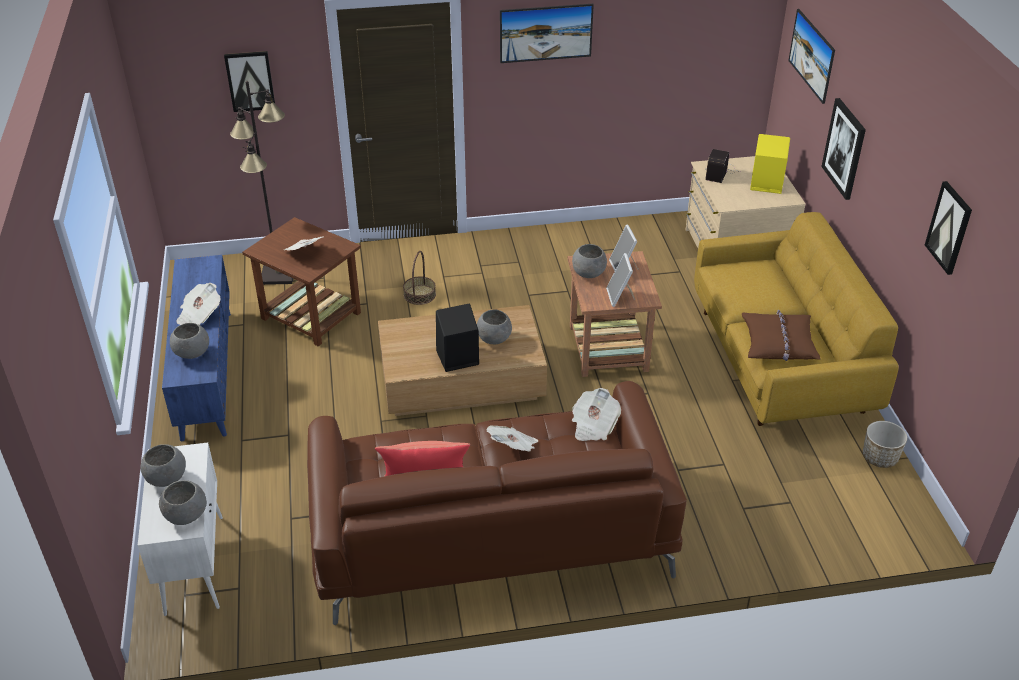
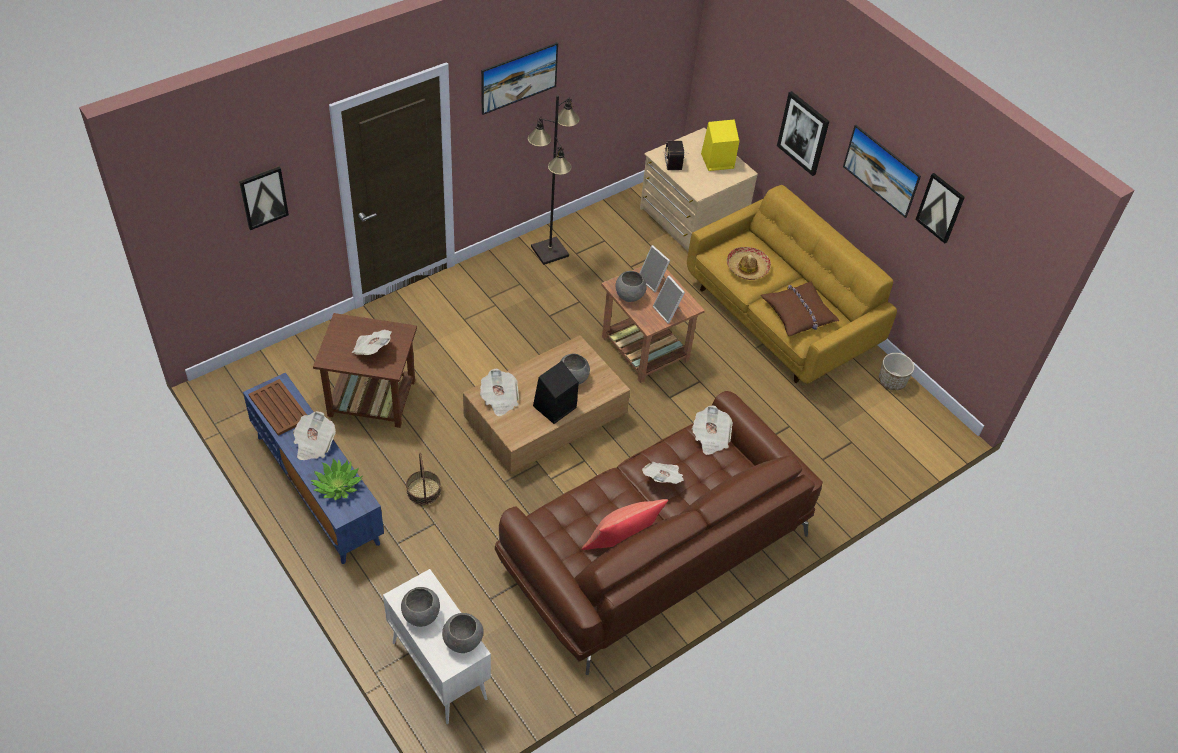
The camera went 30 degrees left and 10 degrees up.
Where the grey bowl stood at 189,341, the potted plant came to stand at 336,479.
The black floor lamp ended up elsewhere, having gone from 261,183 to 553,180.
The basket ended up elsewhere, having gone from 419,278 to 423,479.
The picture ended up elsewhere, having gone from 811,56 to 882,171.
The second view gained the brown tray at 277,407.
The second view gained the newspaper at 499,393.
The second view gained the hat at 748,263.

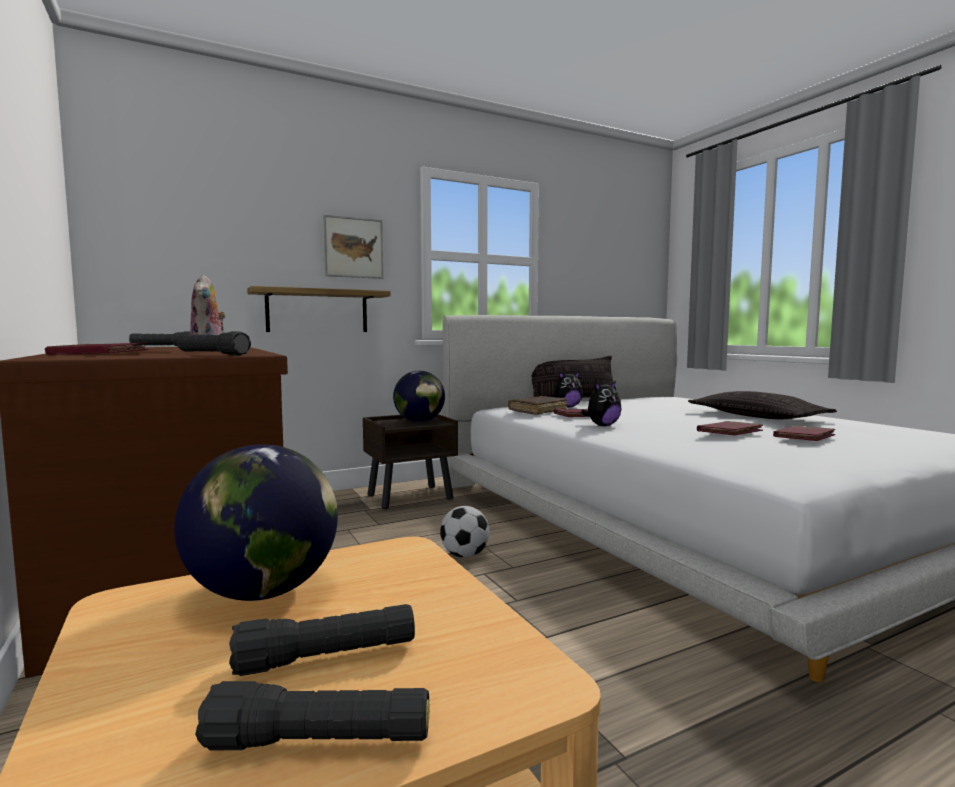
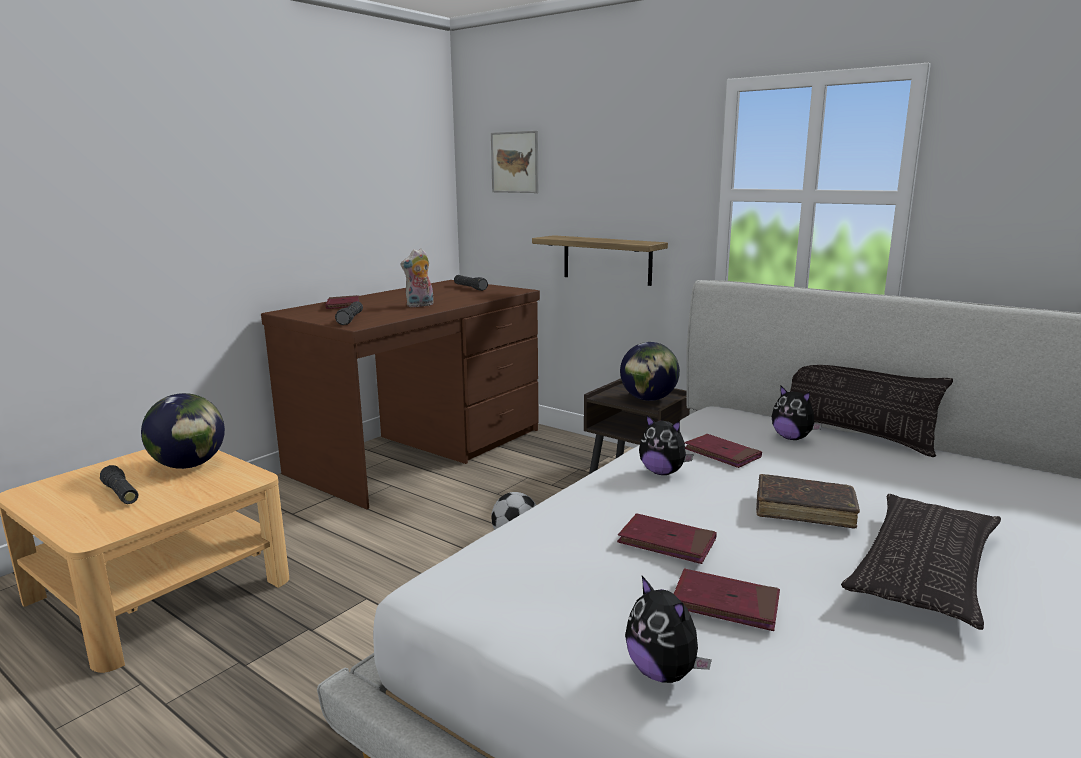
The camera went 65 degrees right and 10 degrees up.
The second view lost the black flashlight at 312,715.
The picture ended up elsewhere, having gone from 353,247 to 514,162.
The brown book ended up elsewhere, having gone from 537,405 to 808,501.
The second view gained the plush toy at 668,629.

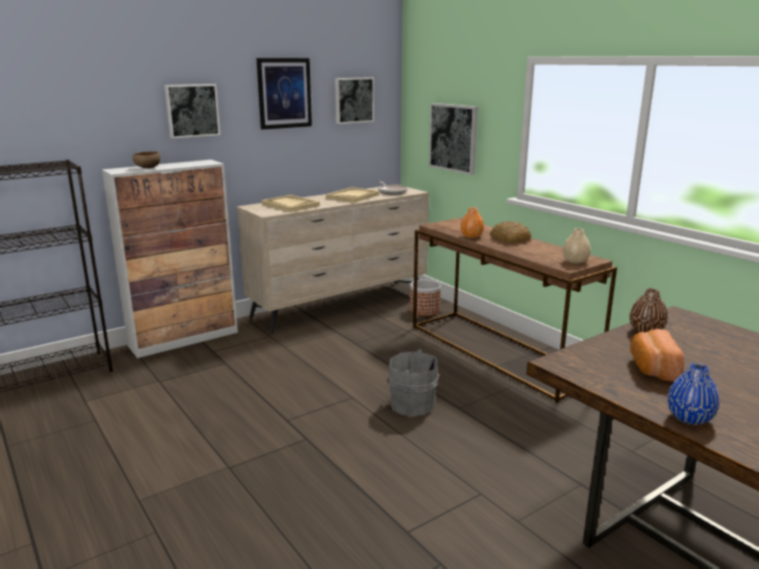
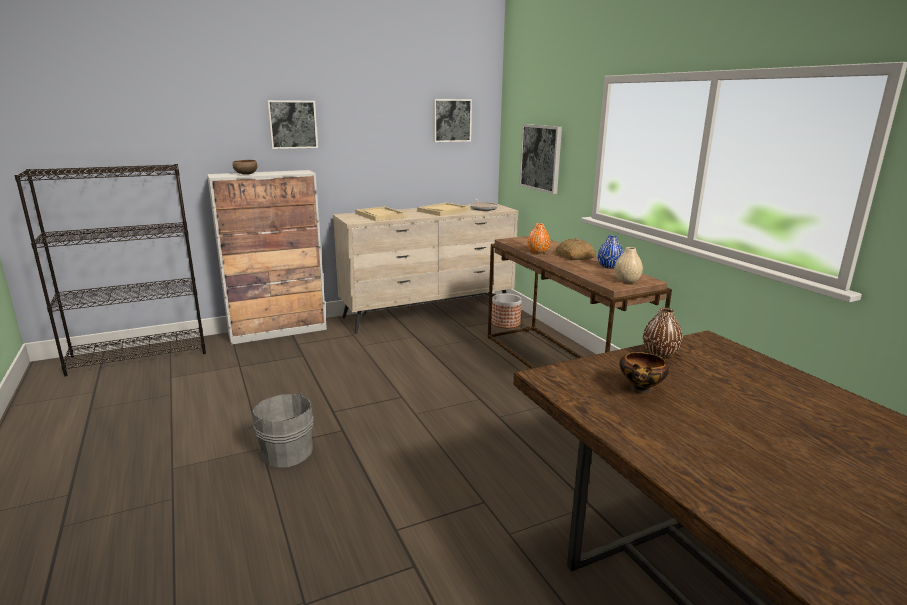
The camera went 10 degrees right and 0 degrees up.
The second view lost the picture at 284,94.
The grey bucket ended up elsewhere, having gone from 412,382 to 281,430.
Where the bread stood at 657,355, the bowl came to stand at 644,373.
The blue vase ended up elsewhere, having gone from 693,394 to 610,252.

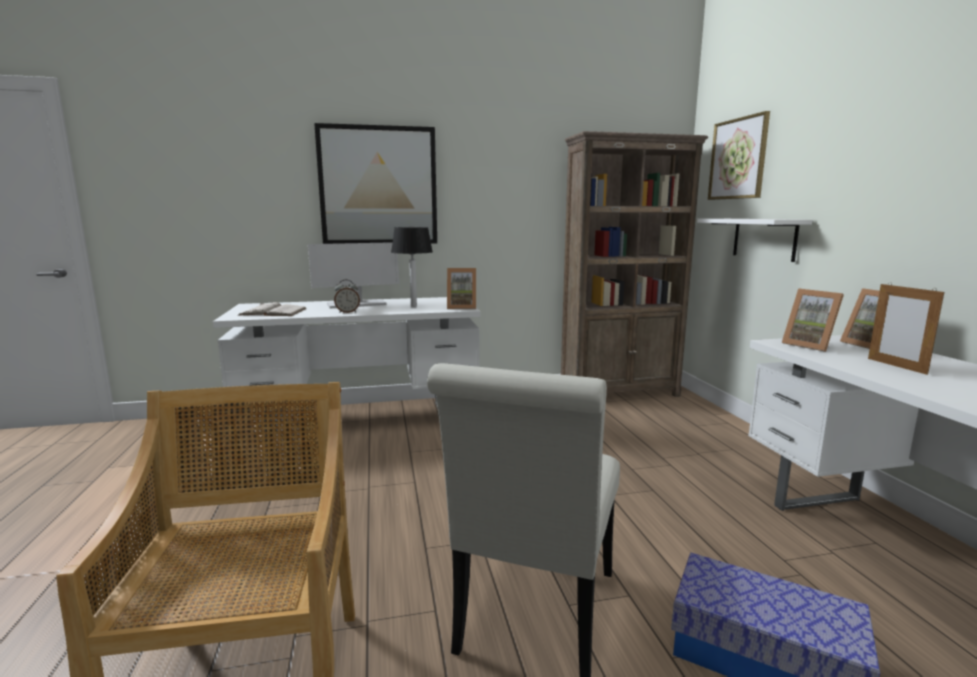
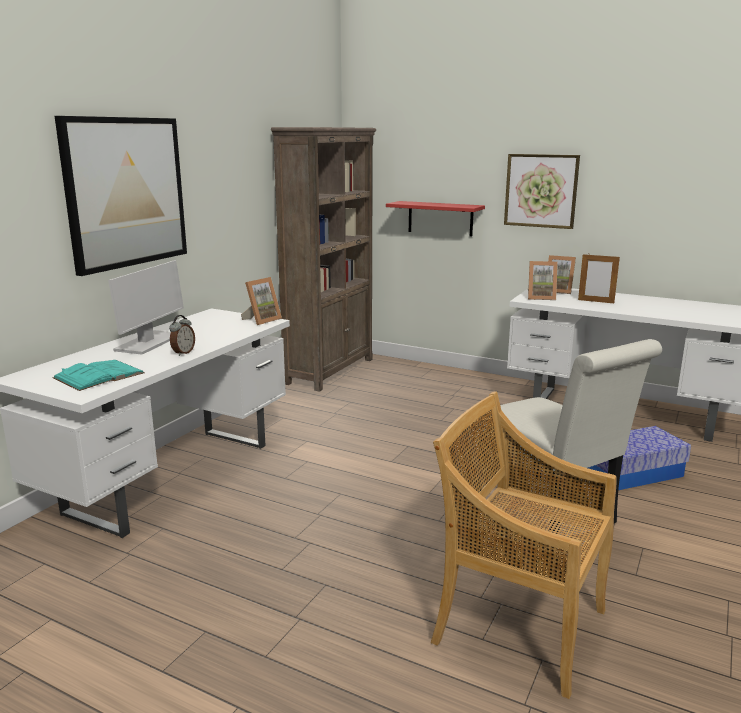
The camera went 50 degrees left and 5 degrees up.
What was the white book at 272,309 turned into the turquoise book at 98,375.
The second view lost the table lamp at 412,267.
What was the white shelf at 755,240 turned into the red shelf at 435,219.
The picture ended up elsewhere, having gone from 739,155 to 542,191.

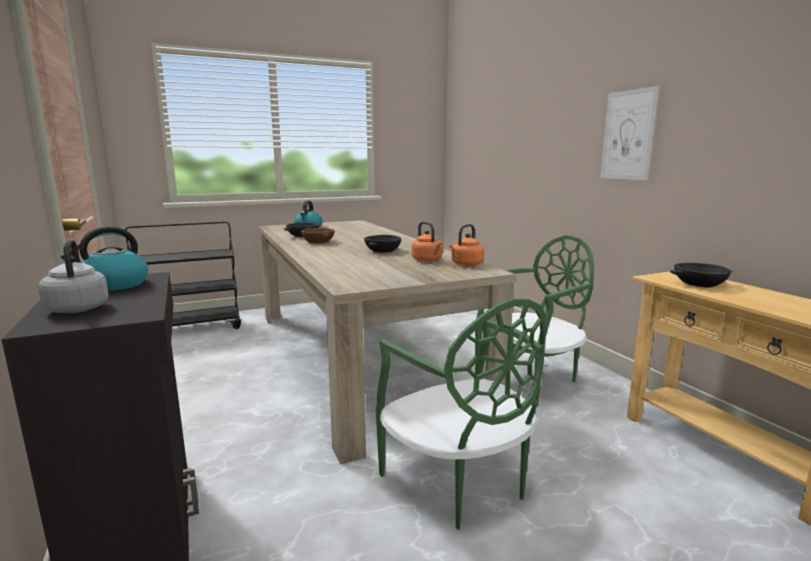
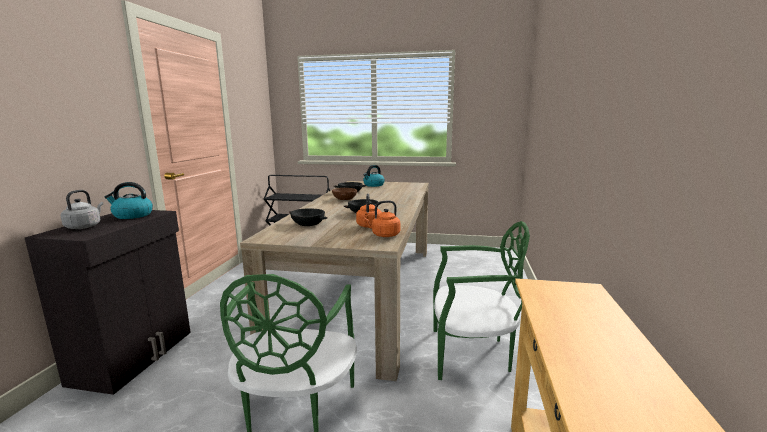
The camera went 35 degrees right and 0 degrees up.
The second view lost the picture at 629,133.
The black bowl ended up elsewhere, having gone from 701,275 to 308,217.

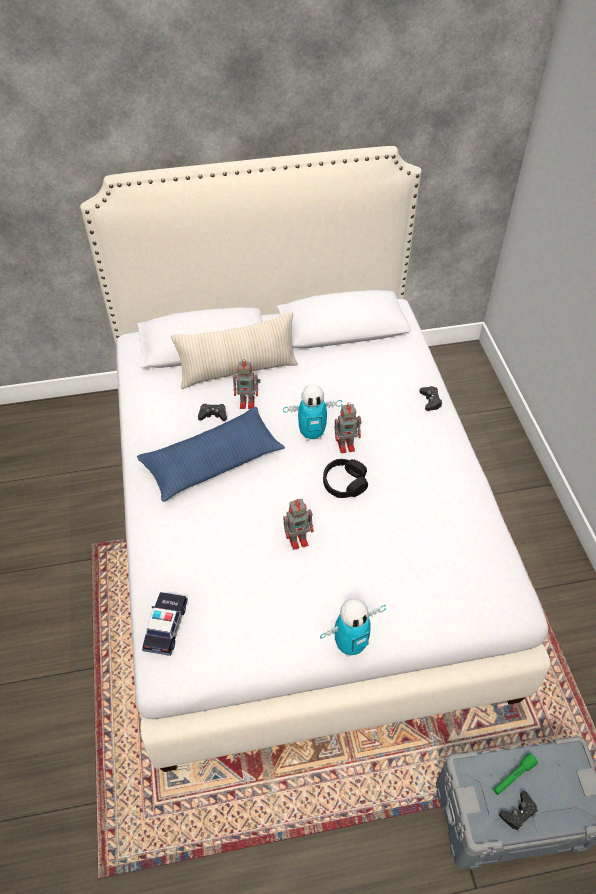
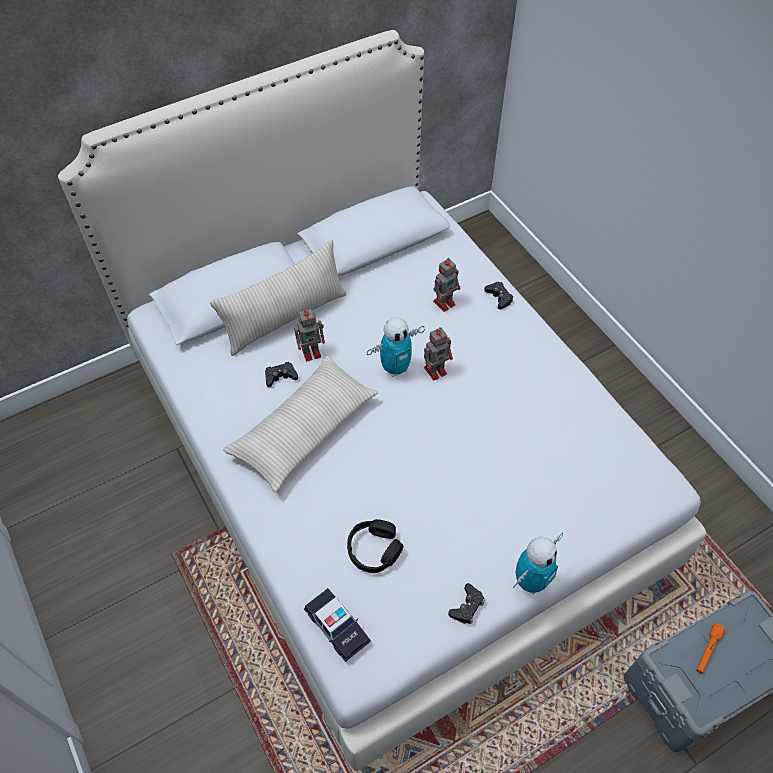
The camera went 20 degrees left and 5 degrees up.
What was the blue pillow at 211,454 turned into the beige pillow at 300,423.
The toy car at 165,624 ended up facing another way, 150 degrees clockwise from before.
The toy robot ended up elsewhere, having gone from 298,524 to 447,285.
The black headphones ended up elsewhere, having gone from 345,478 to 375,546.
What was the green flashlight at 515,774 turned into the orange flashlight at 710,648.
The black game controller ended up elsewhere, having gone from 518,811 to 466,603.

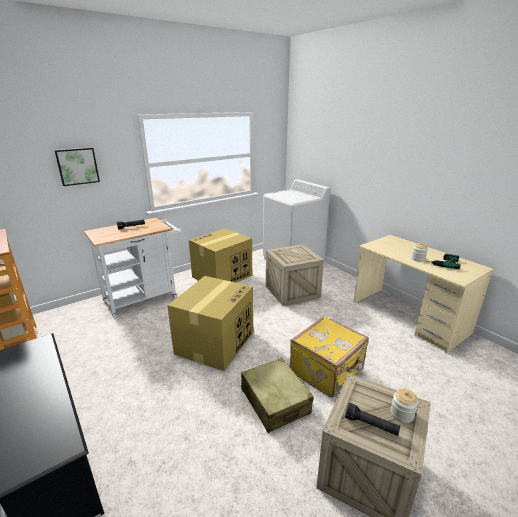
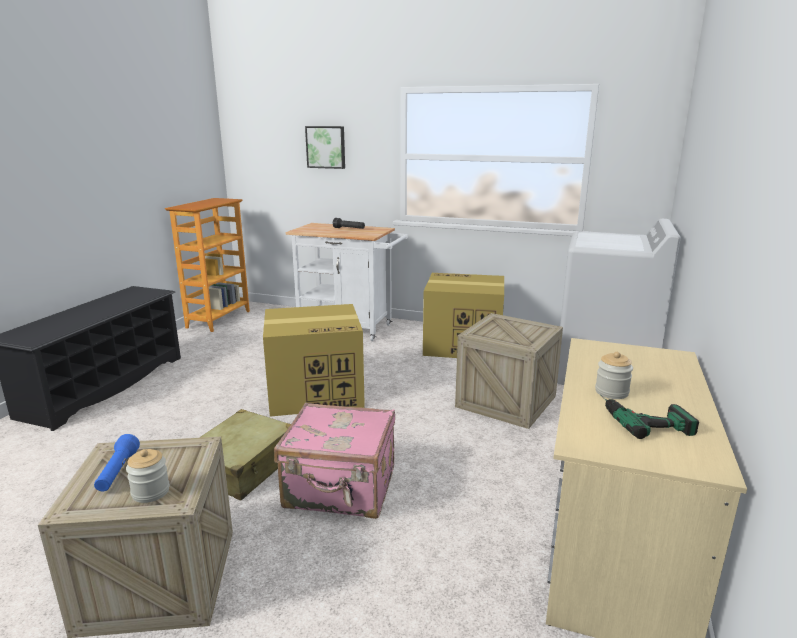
The camera went 55 degrees right and 5 degrees down.
What was the yellow suitcase at 329,356 turned into the pink suitcase at 334,461.
What was the black flashlight at 372,419 turned into the blue flashlight at 117,463.

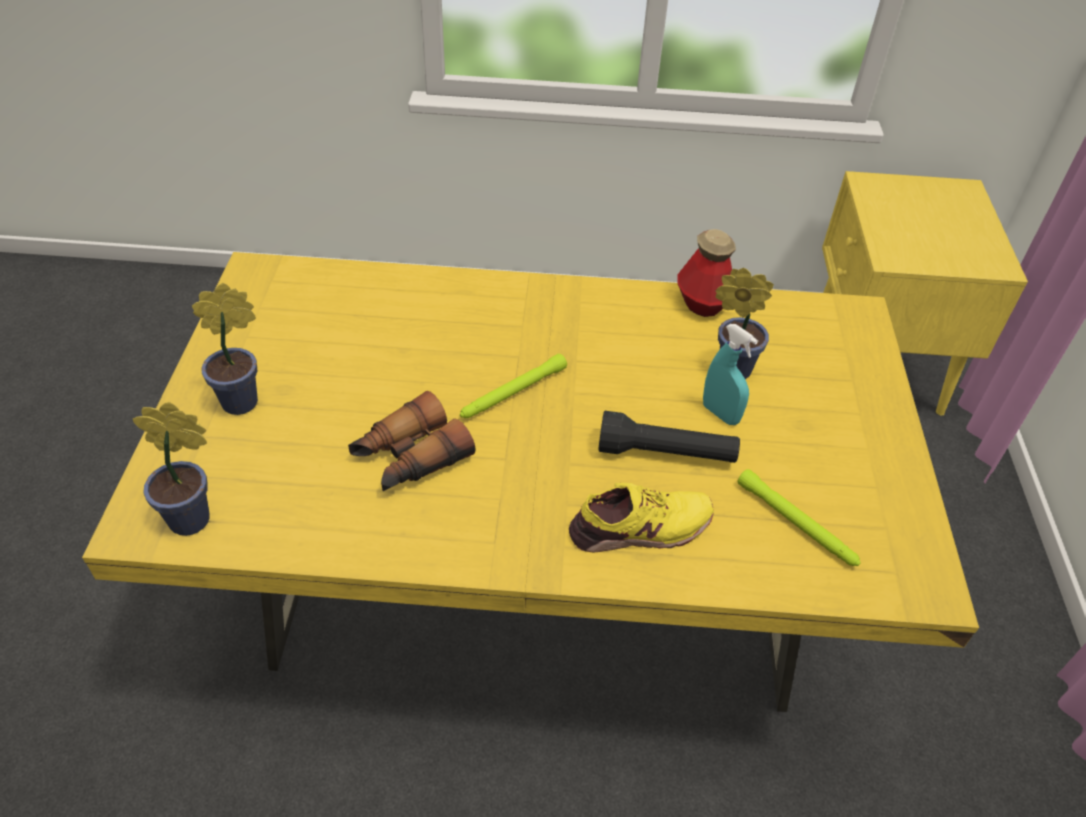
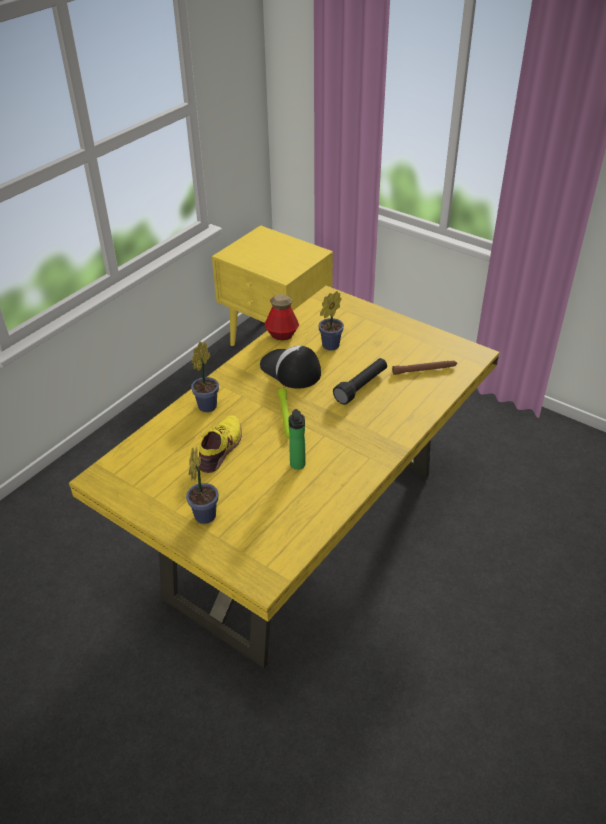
The camera went 55 degrees left and 5 degrees down.
The potted plant ended up elsewhere, having gone from 171,469 to 205,376.
Where the binoculars stood at 412,441, the bottle came to stand at 297,439.
The yellow shoe ended up elsewhere, having gone from 641,517 to 220,444.
The second view lost the turquoise spray bottle at 730,374.
What was the green flashlight at 799,517 turned into the brown flashlight at 424,368.
The second view gained the cap at 290,367.

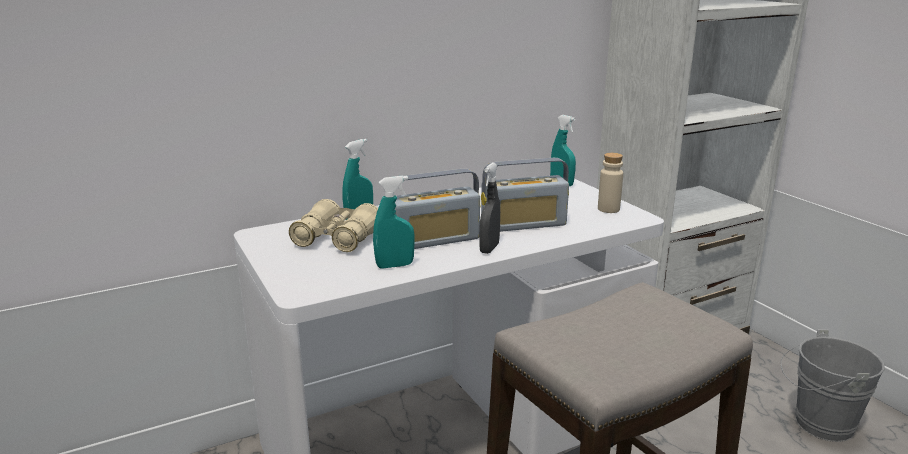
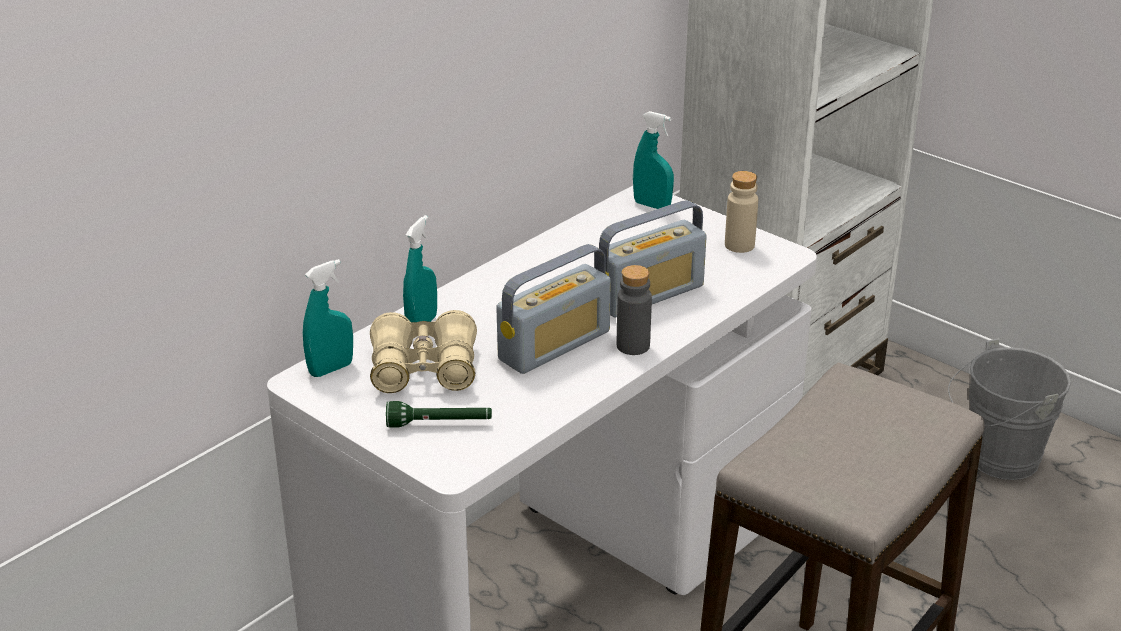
The camera went 20 degrees left and 10 degrees up.
The turquoise spray bottle ended up elsewhere, having gone from 394,222 to 328,318.
Where the grey spray bottle stood at 489,208, the grey bottle came to stand at 634,310.
The second view gained the green flashlight at 439,414.

